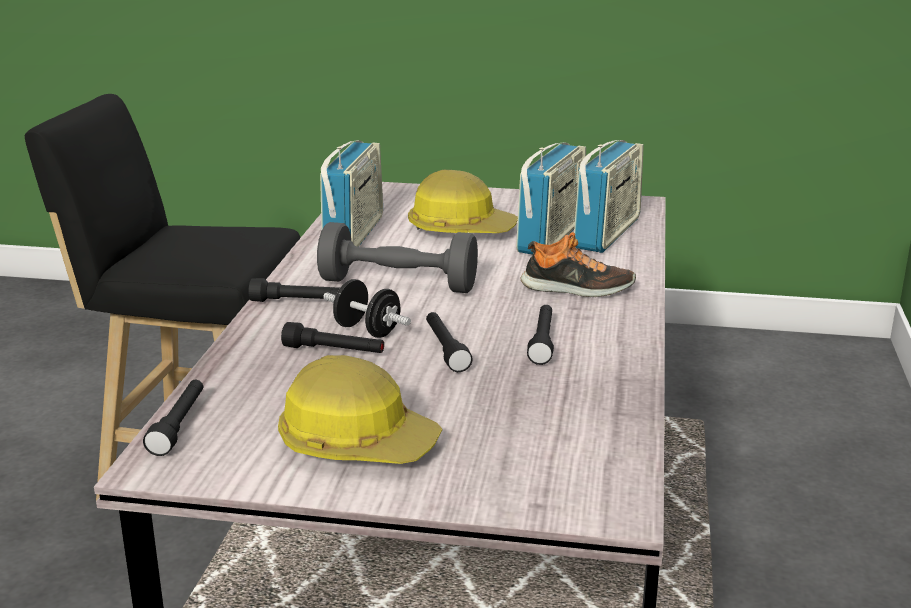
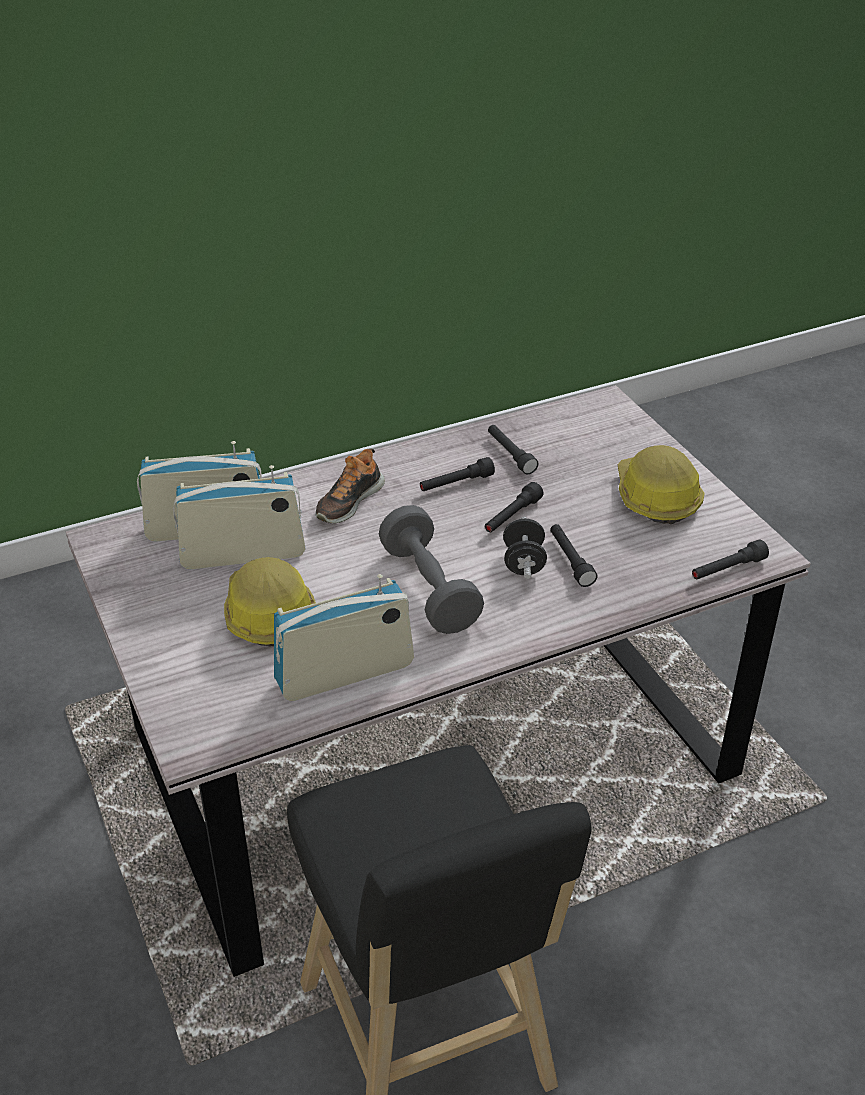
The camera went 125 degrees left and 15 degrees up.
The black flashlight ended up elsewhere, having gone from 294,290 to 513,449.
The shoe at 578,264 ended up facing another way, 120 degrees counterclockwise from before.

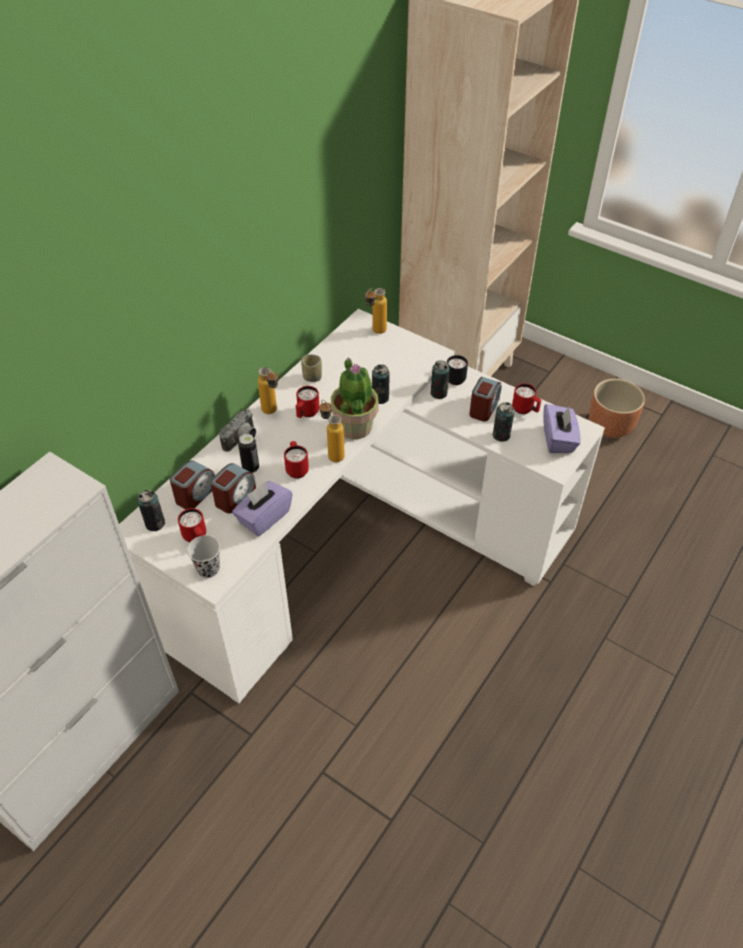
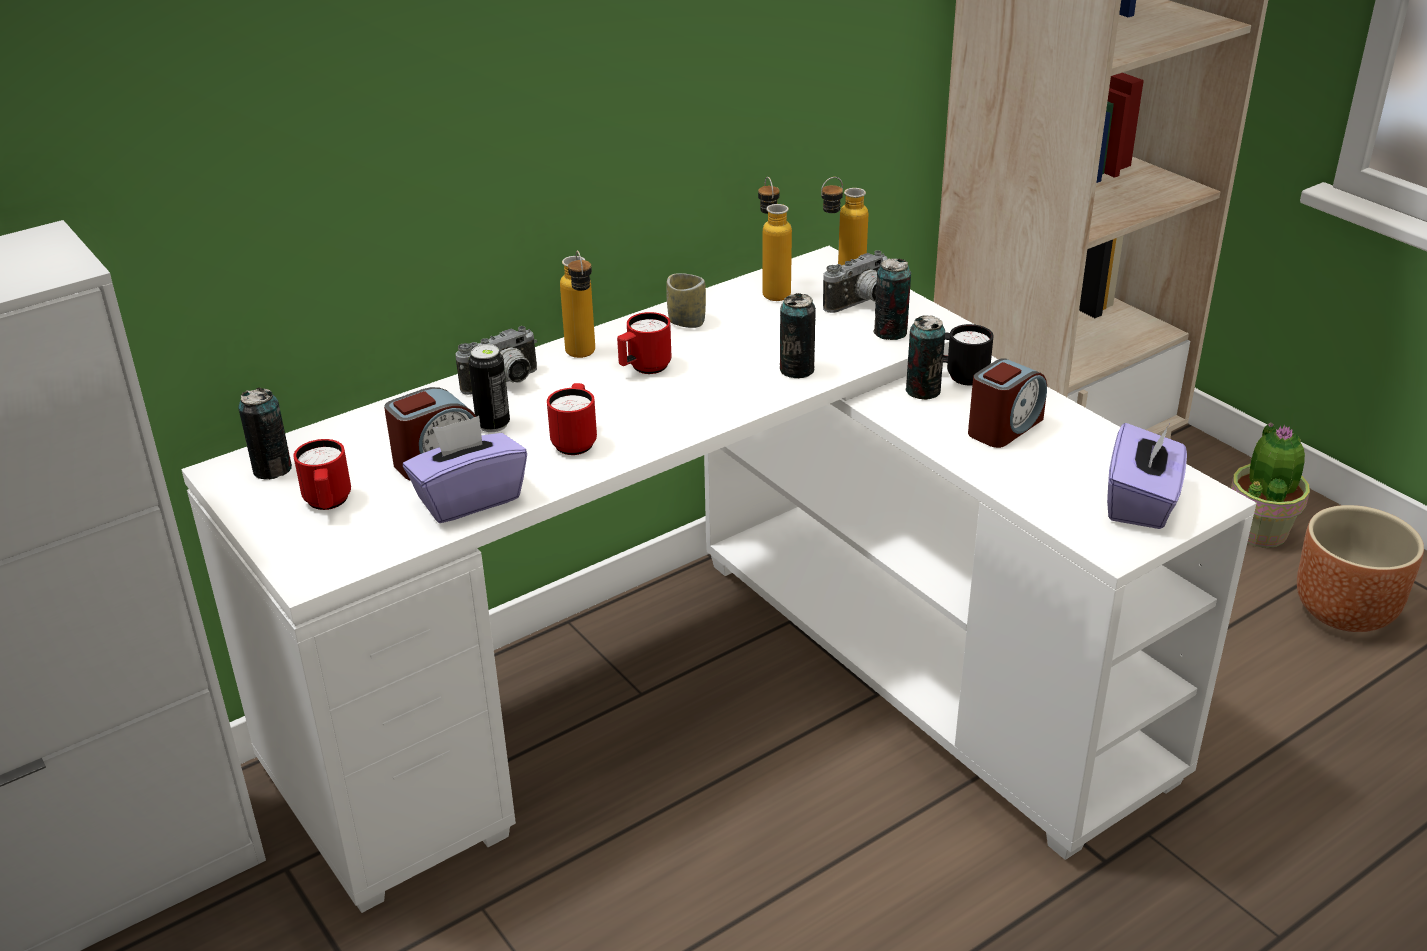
The camera went 20 degrees right and 15 degrees down.
The second view lost the alarm clock at 192,484.
The second view lost the black cup at 203,556.
The bottle ended up elsewhere, having gone from 332,431 to 775,239.
The potted plant ended up elsewhere, having gone from 355,398 to 1270,485.
The can ended up elsewhere, having gone from 503,422 to 892,299.
The second view lost the red mug at 526,398.
The second view gained the photo camera at 855,281.

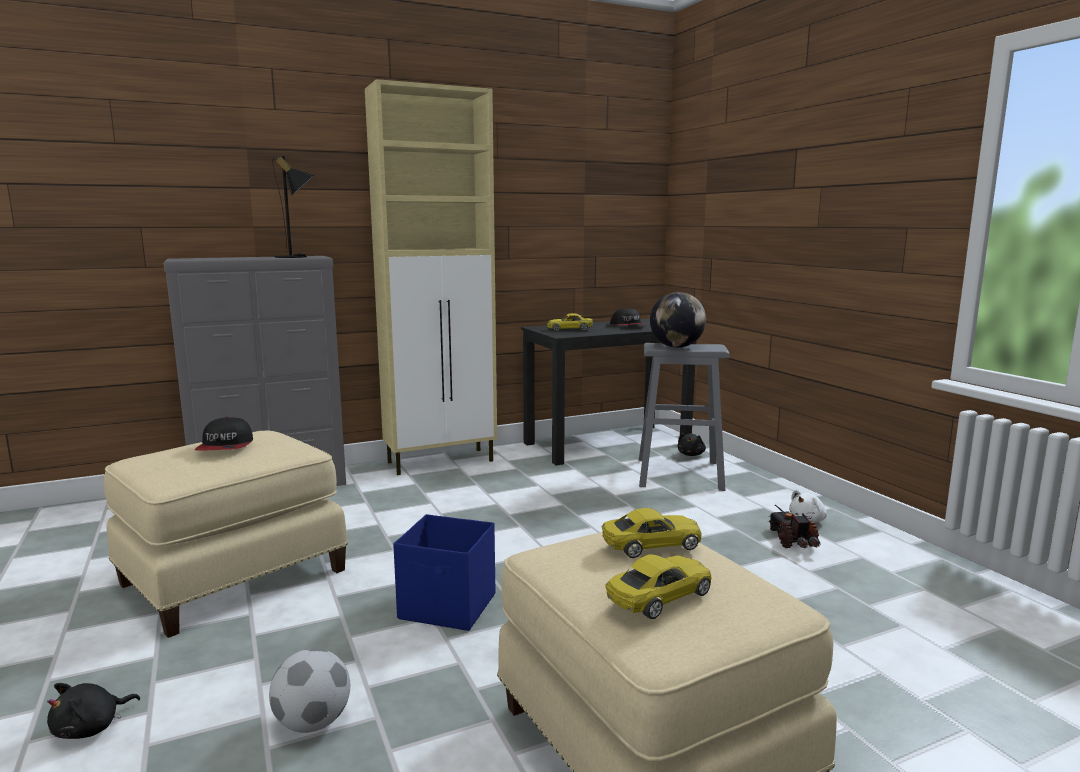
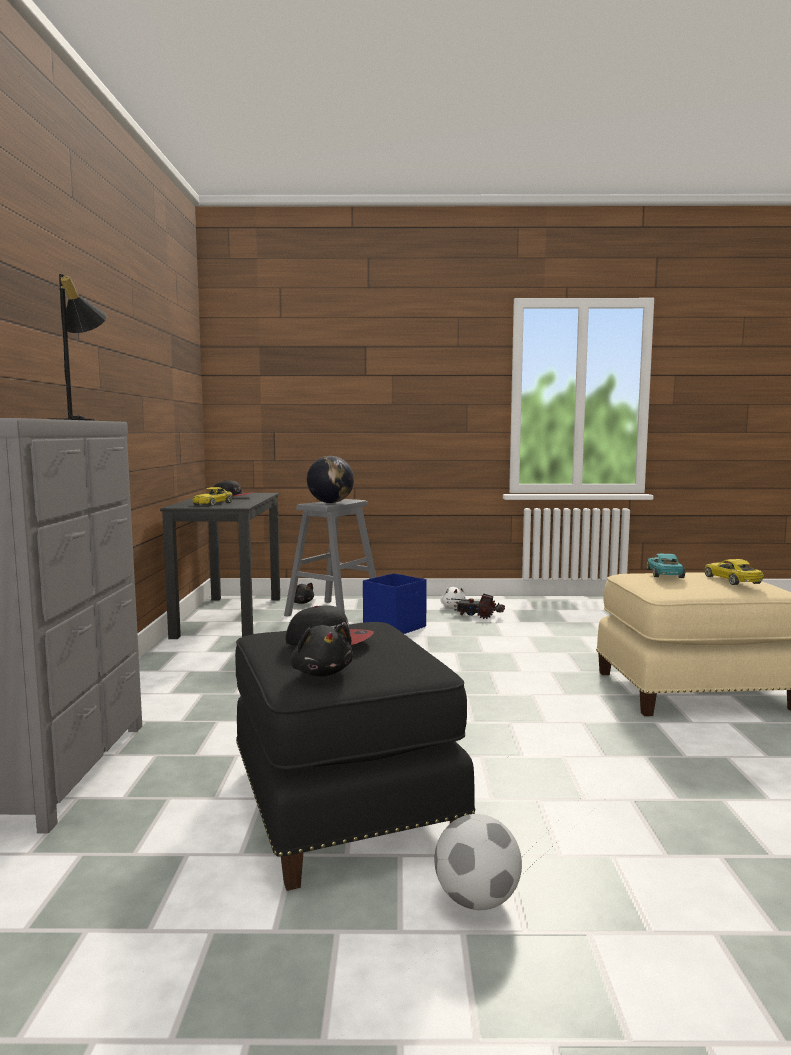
The camera went 65 degrees left and 5 degrees down.
The black plush toy ended up elsewhere, having gone from 93,711 to 321,650.
What was the beige ottoman at 226,534 turned into the black ottoman at 355,756.
The football ended up elsewhere, having gone from 309,690 to 478,862.
The second view lost the beige cabinet at 431,277.
The blue storage box ended up elsewhere, having gone from 444,572 to 395,603.
What was the yellow toy car at 652,533 turned into the turquoise toy car at 665,566.

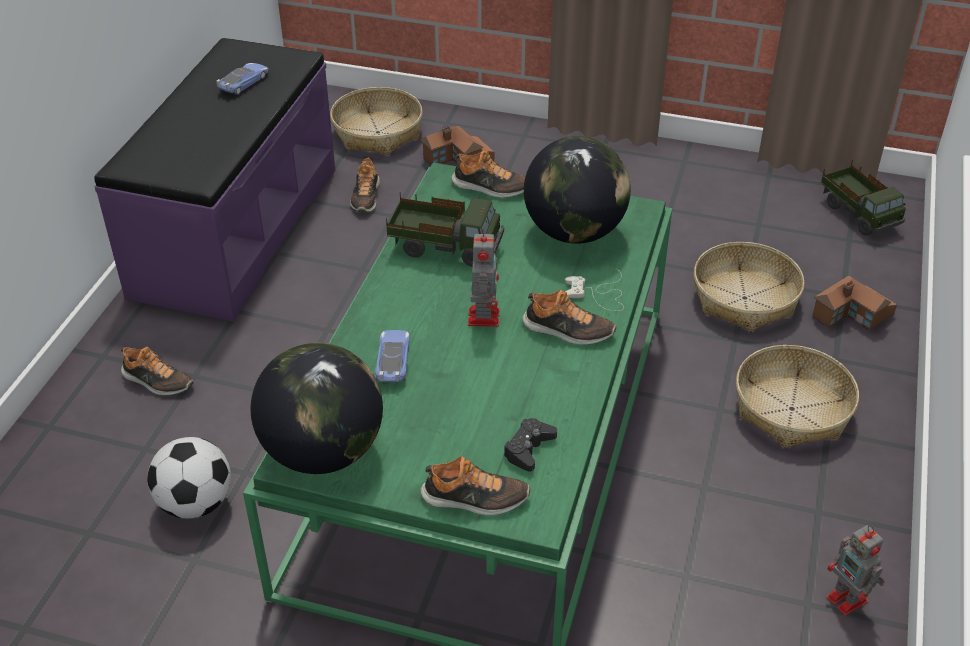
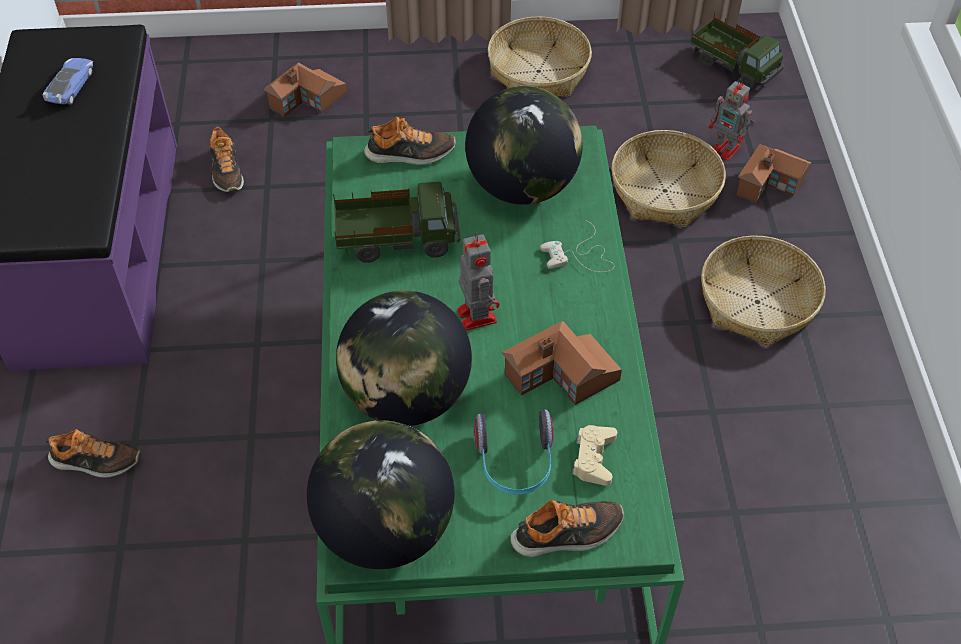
The camera went 20 degrees left and 10 degrees up.
The second view lost the football at 189,478.
The basket ended up elsewhere, having gone from 376,121 to 540,57.
Where the toy car stood at 392,356, the globe came to stand at 404,358.
What was the black game controller at 530,445 turned into the beige game controller at 594,455.
The second view lost the shoe at 569,317.
The toy robot ended up elsewhere, having gone from 855,570 to 732,120.
The second view gained the headphones at 513,452.
The second view gained the toy house at 562,363.

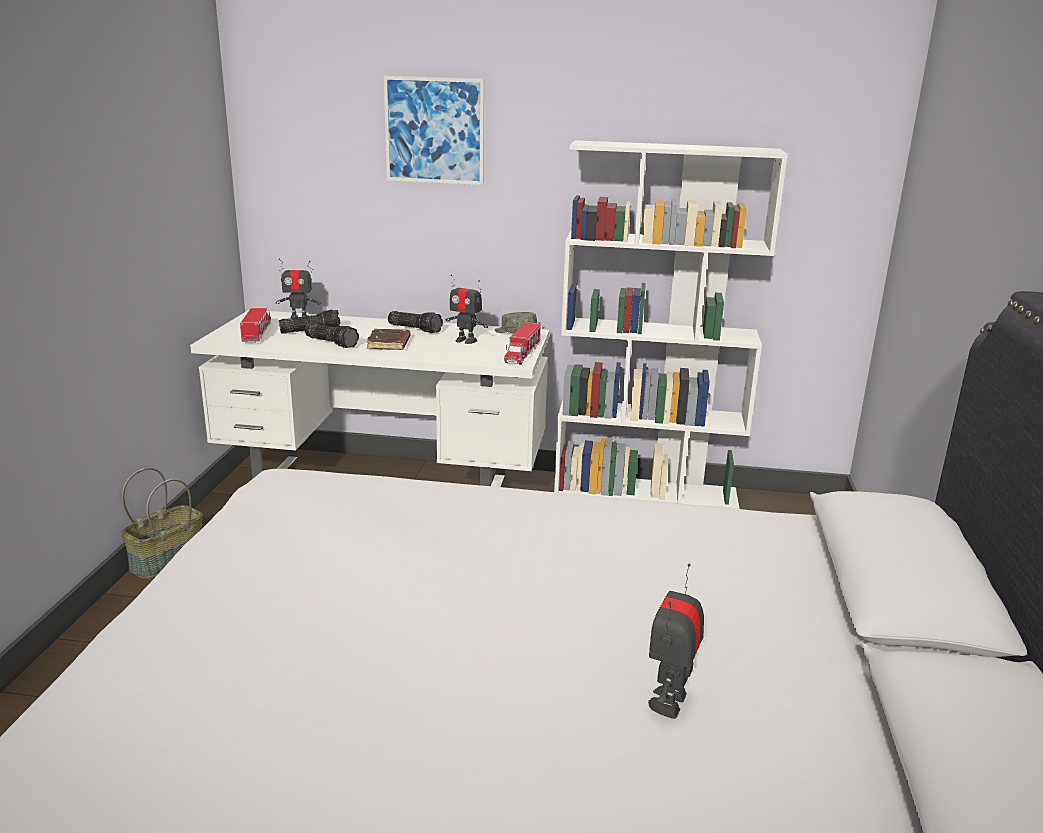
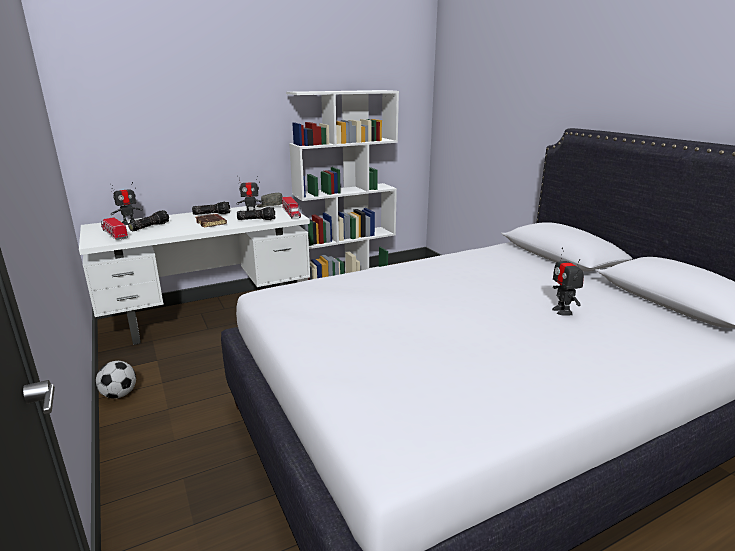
The camera went 35 degrees left and 0 degrees up.
Where the basket stood at 162,523, the football came to stand at 116,380.
The flashlight ended up elsewhere, having gone from 332,335 to 256,213.
The second view lost the picture at 434,130.

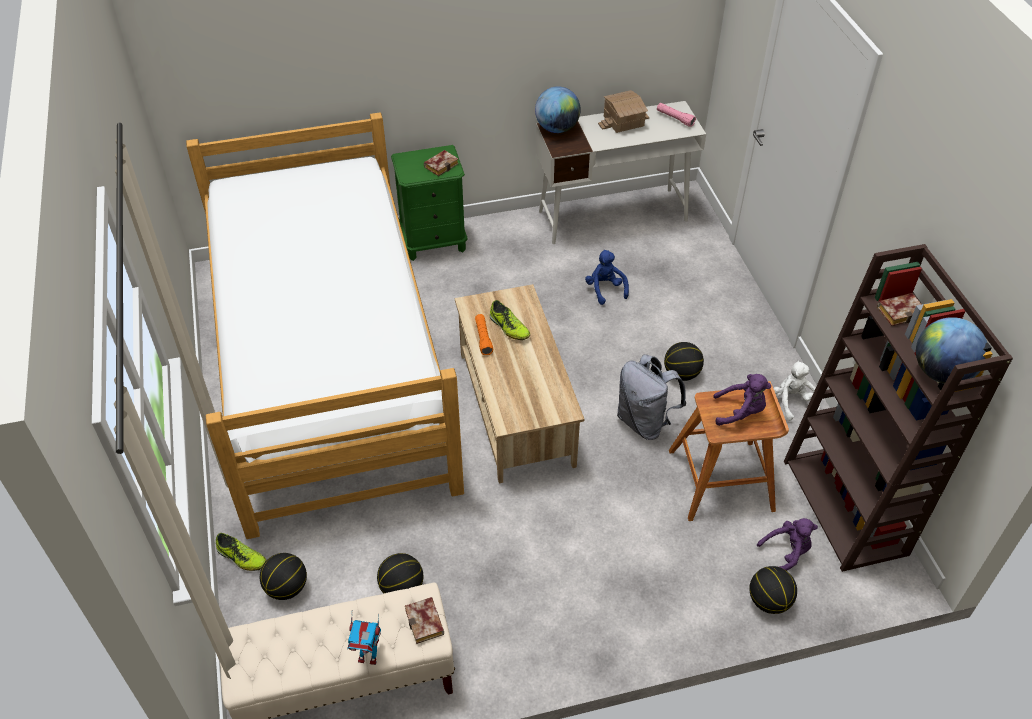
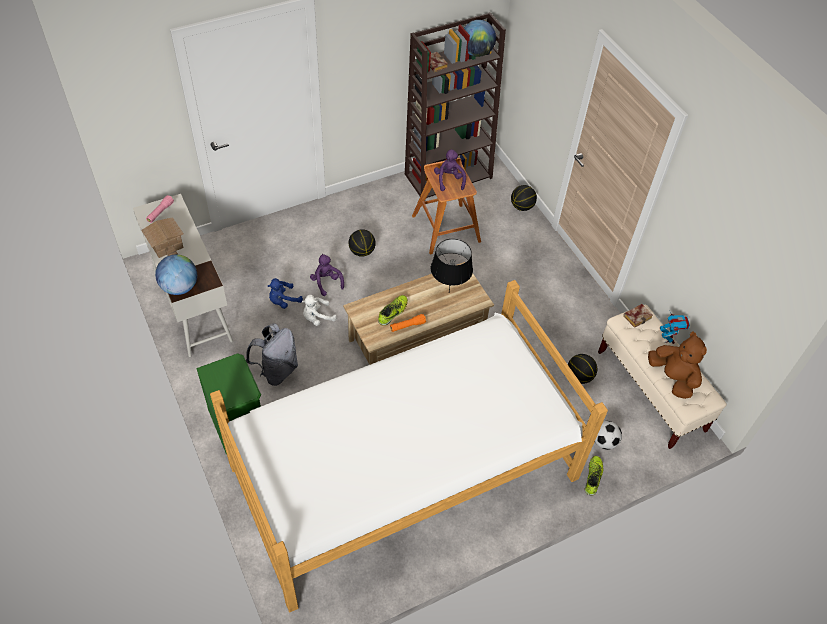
The camera went 105 degrees left and 5 degrees up.
Where the basketball stood at 283,576, the football came to stand at 608,435.
The second view lost the book at 441,163.
The grey backpack ended up elsewhere, having gone from 651,397 to 272,354.
The purple plush toy ended up elsewhere, having gone from 787,544 to 327,275.
The white plush toy ended up elsewhere, having gone from 797,391 to 319,310.
The second view gained the black table lamp at 452,265.
The second view gained the brown plush toy at 677,365.

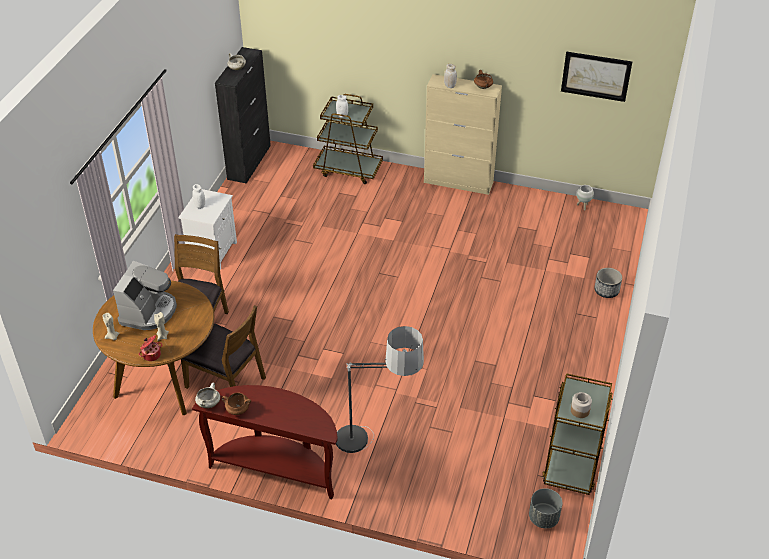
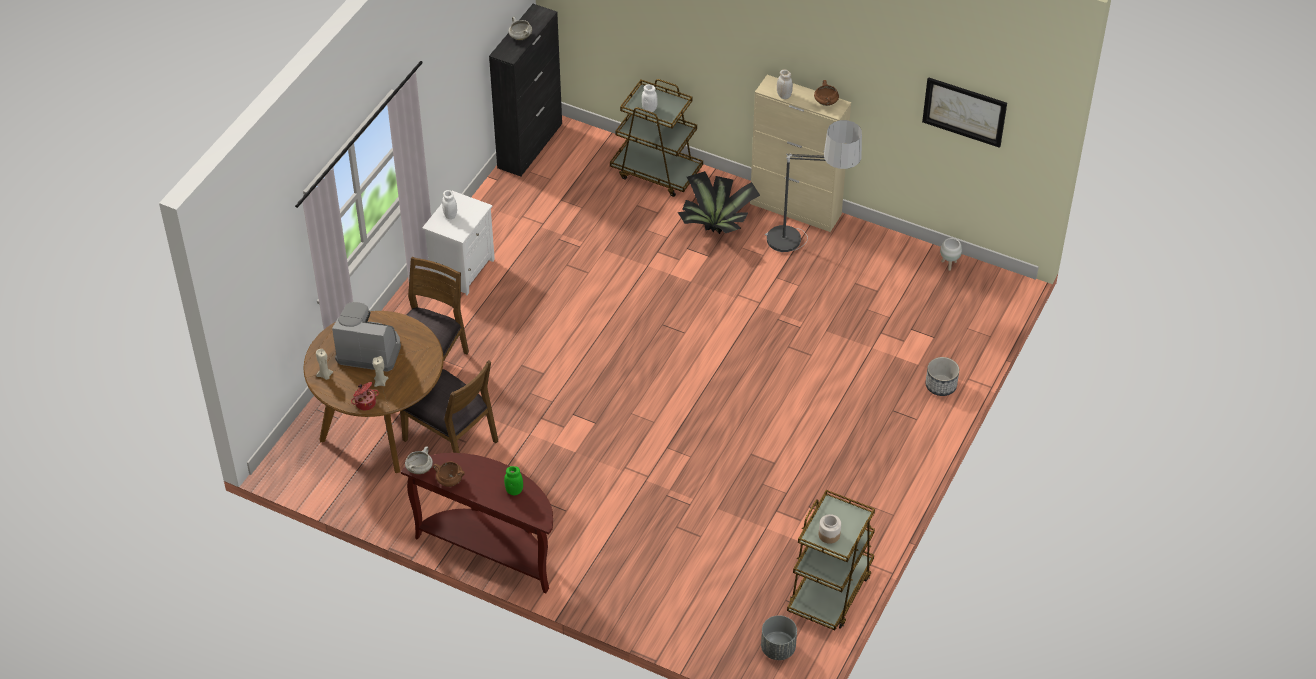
The camera went 10 degrees right and 5 degrees up.
The coffee machine at 145,295 ended up facing another way, 105 degrees counterclockwise from before.
The floor lamp ended up elsewhere, having gone from 380,389 to 813,186.
The second view gained the green jar at 513,480.
The second view gained the potted plant at 719,202.

